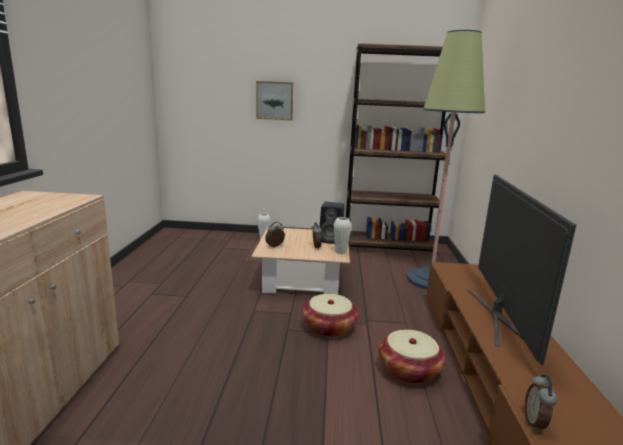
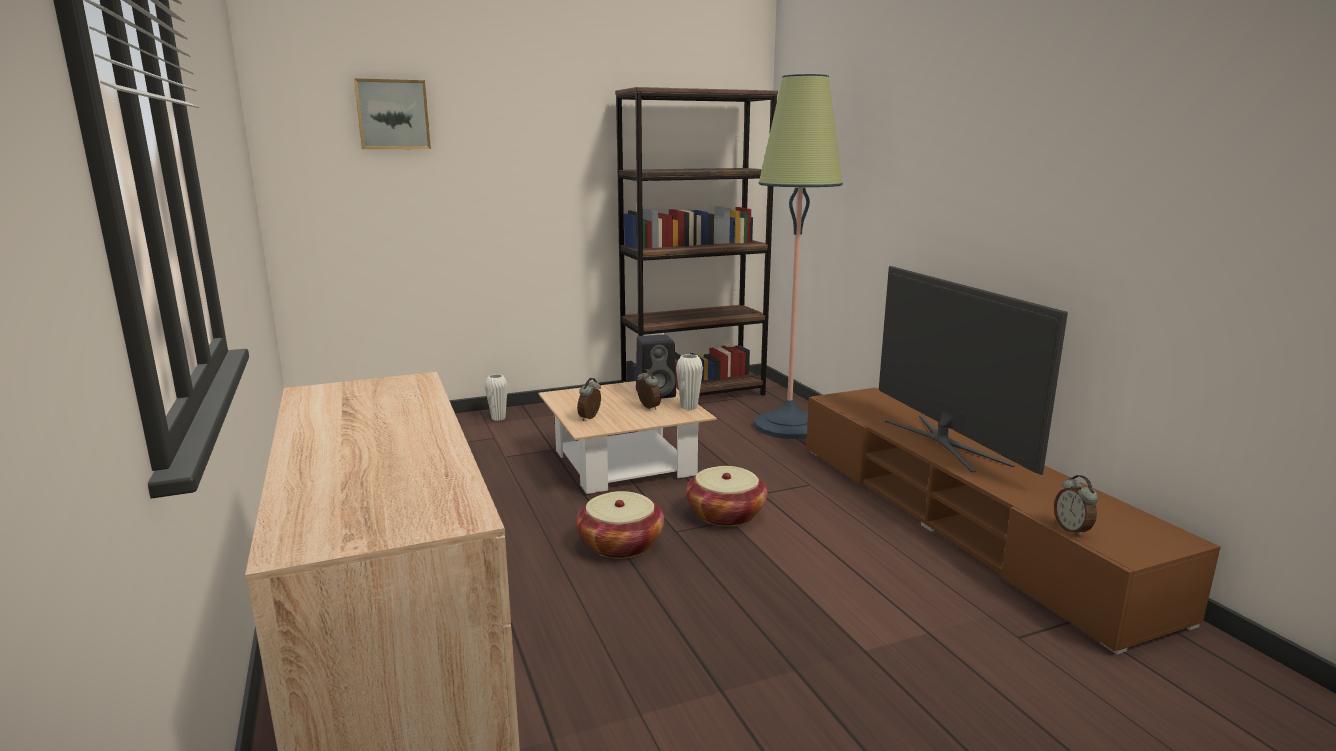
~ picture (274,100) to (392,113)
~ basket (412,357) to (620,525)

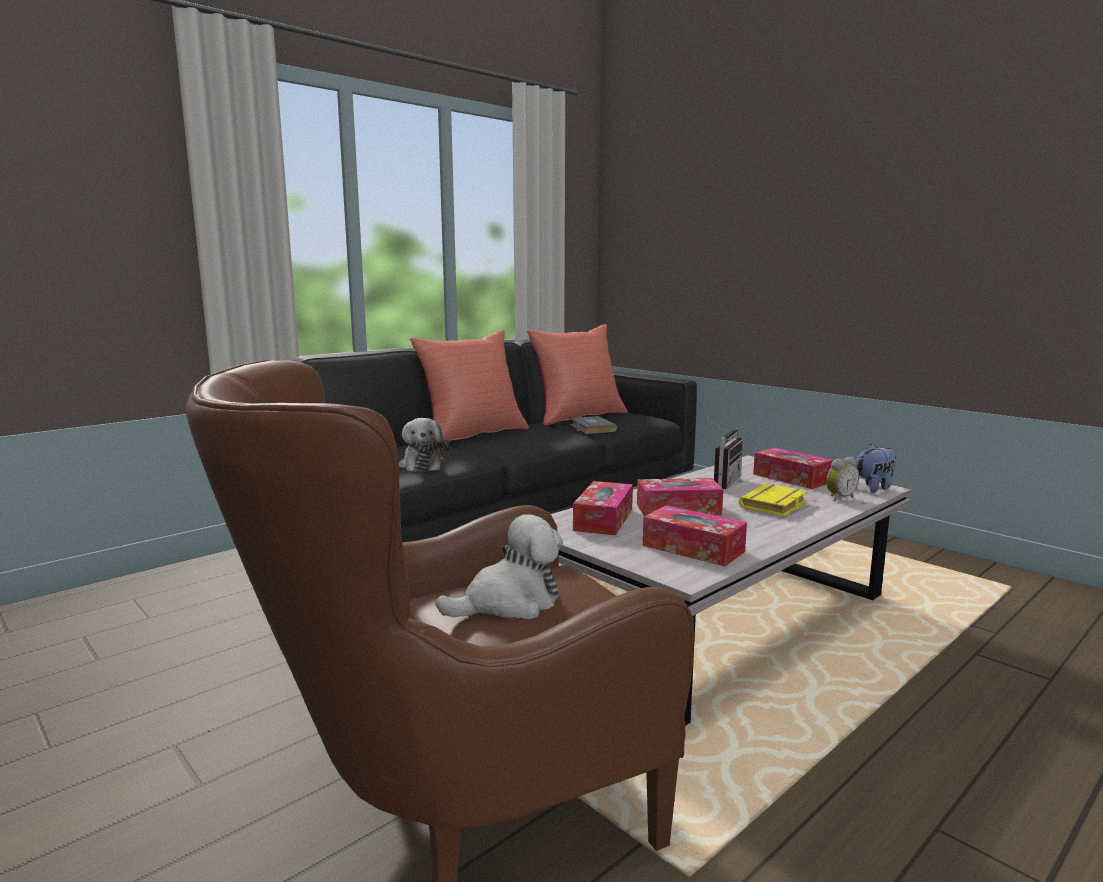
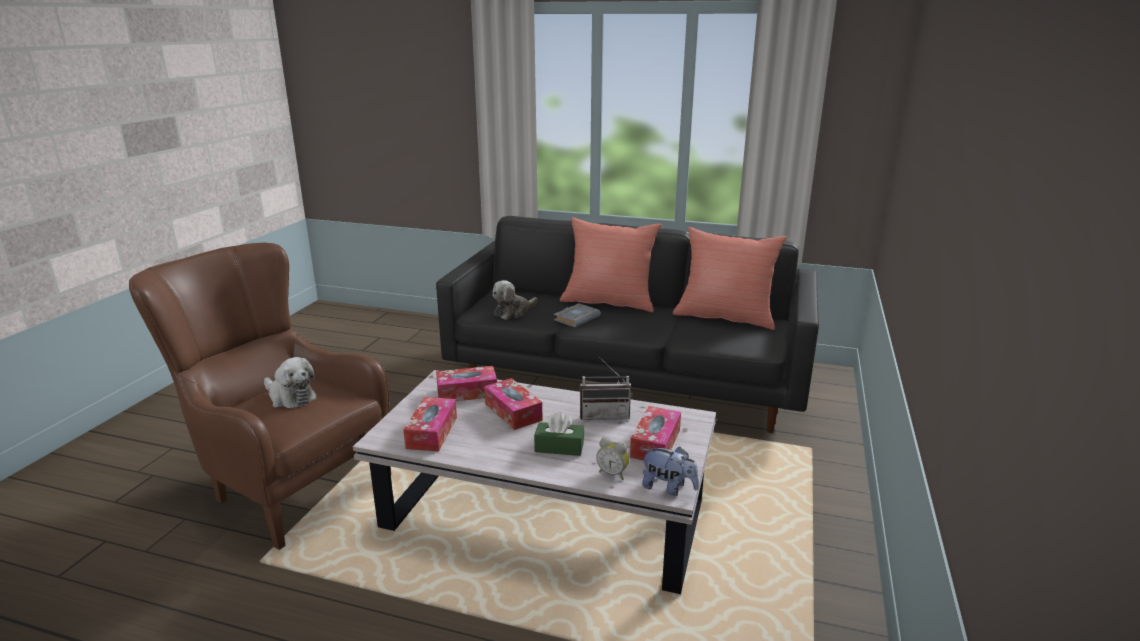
~ book (grey) (593,425) to (577,315)
~ book (yellow) (773,499) to tissue box (green) (559,434)

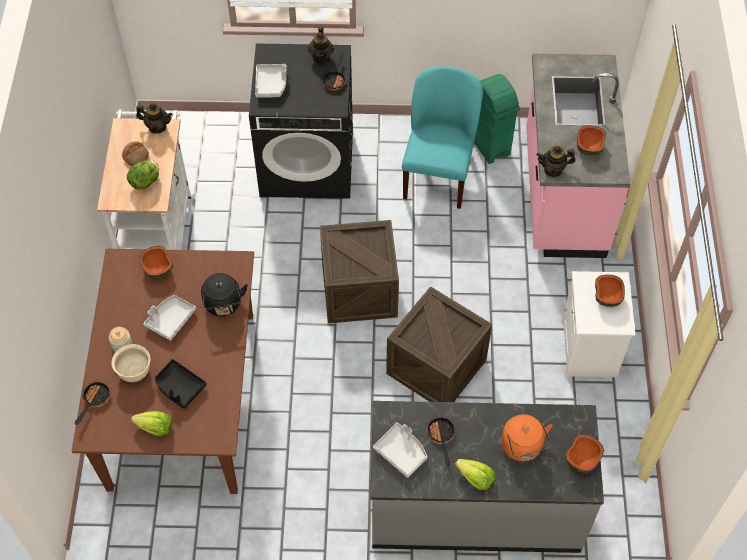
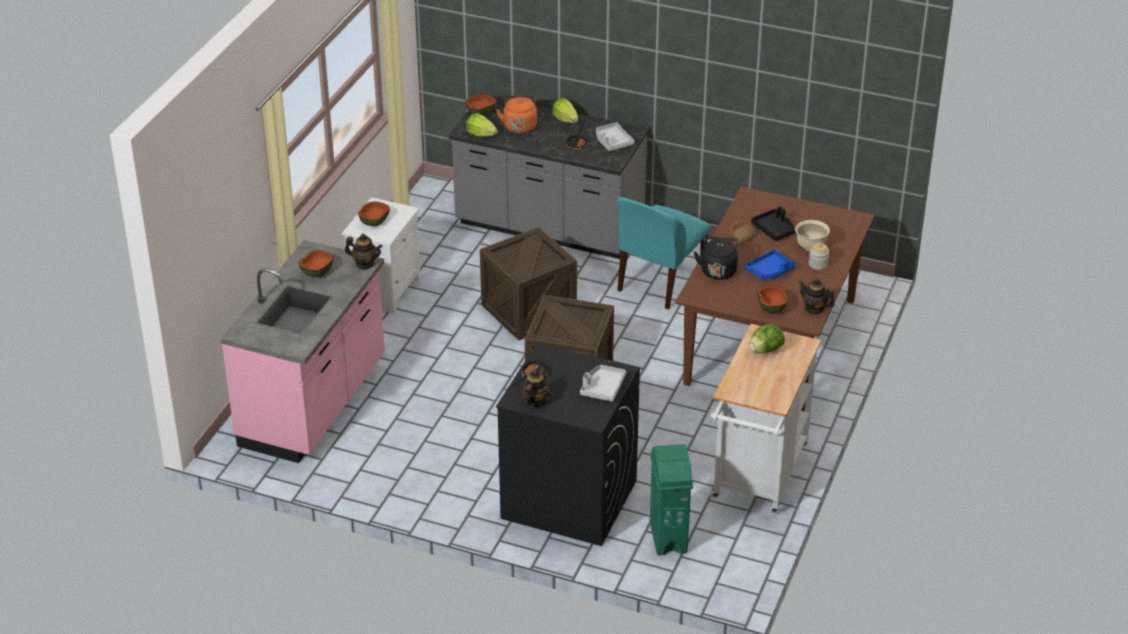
~ chair (turquoise) (442,137) to (663,253)
~ trash can (green) (497,119) to (671,499)
~ teapot (154,118) to (817,296)
~ bread (135,153) to (742,232)
~ tray (grey) (169,318) to tray (blue) (770,265)
- frying pan (92,402)
~ lettuce (151,423) to (482,125)

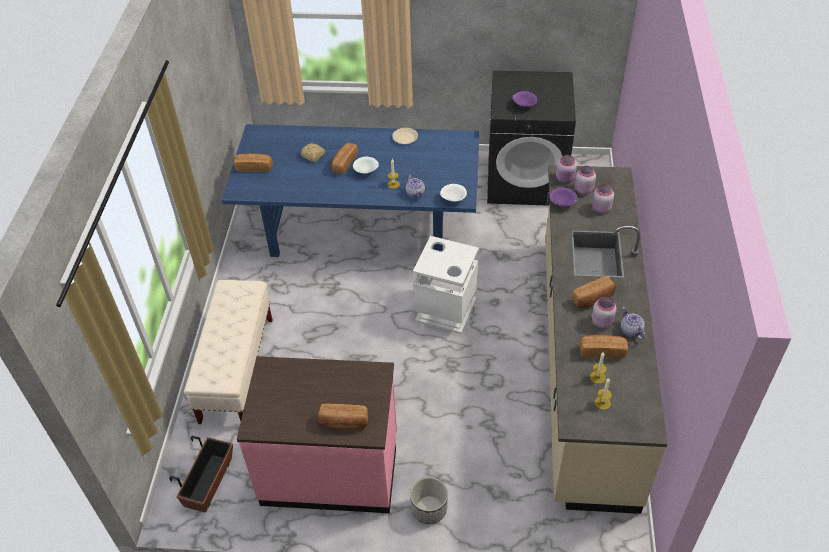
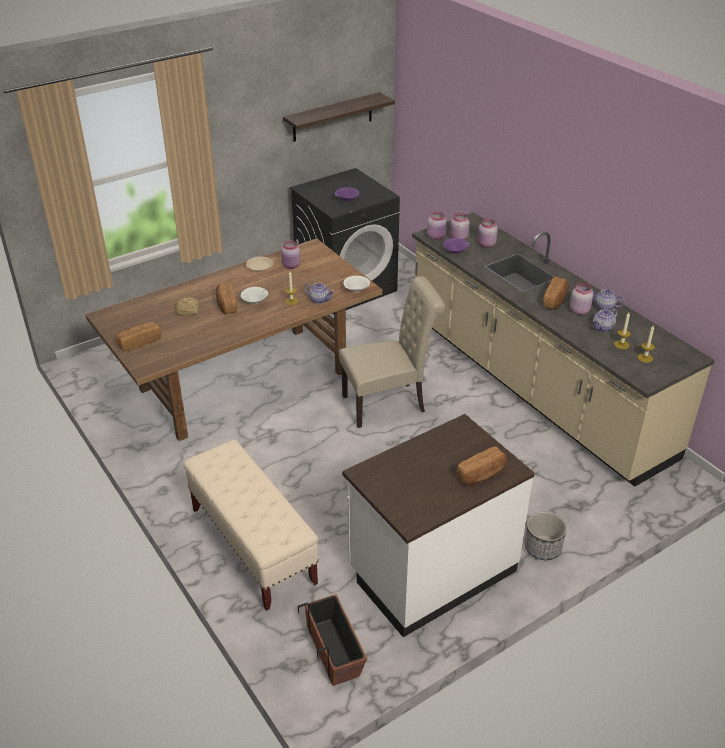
~ dining table (blue) (350,190) to dining table (brown) (234,339)
~ trash can (white) (446,285) to chair (beige) (392,352)
~ bread (603,346) to teapot (605,320)
~ counter (pink) (317,434) to counter (white) (438,525)
+ shelf (339,117)
+ jar (pink) (291,255)

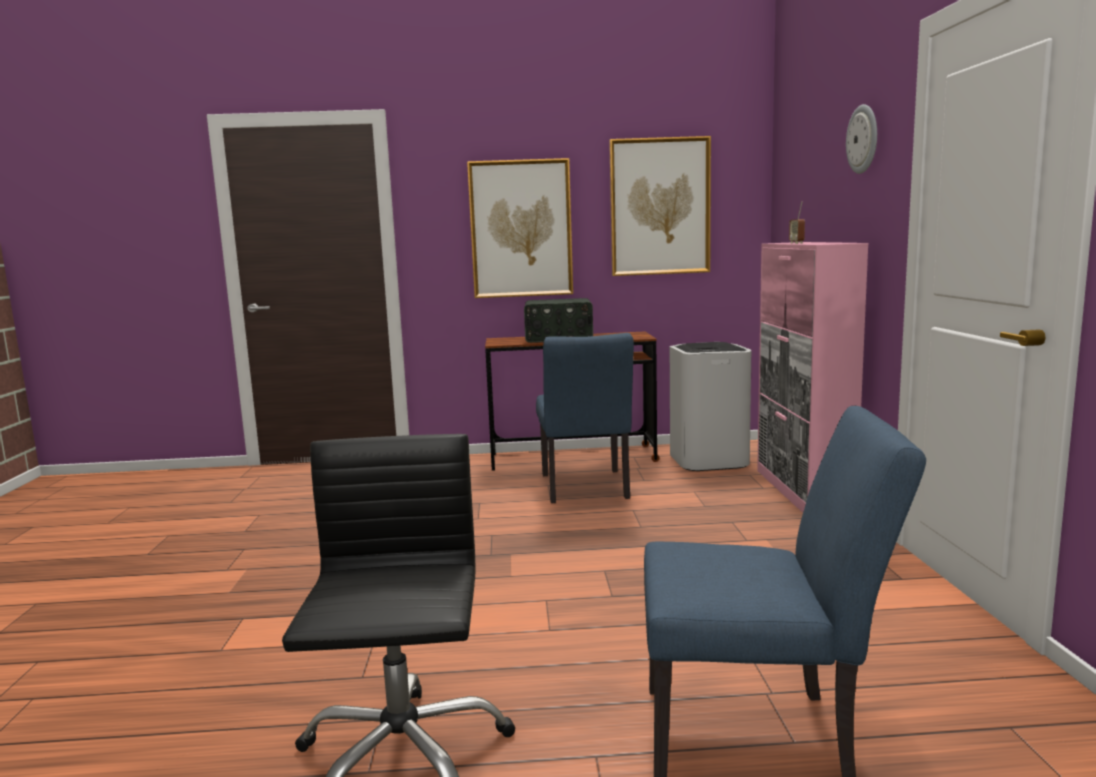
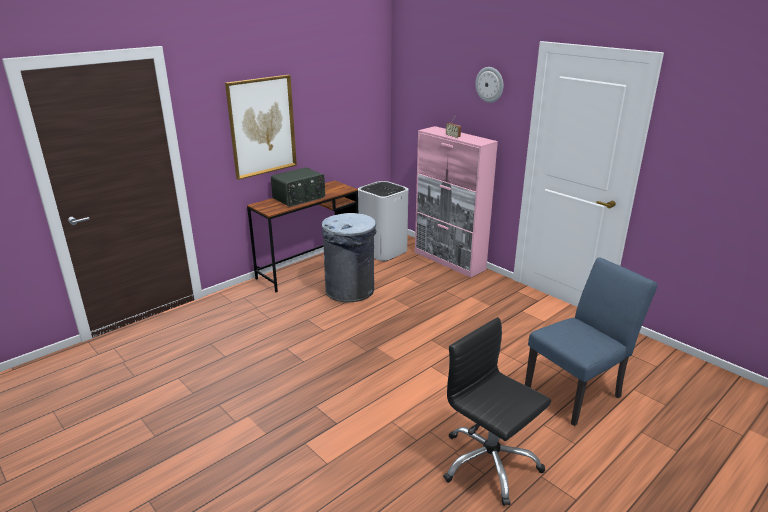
- picture (660,206)
~ chair (blue) (585,418) to trash can (grey) (349,257)

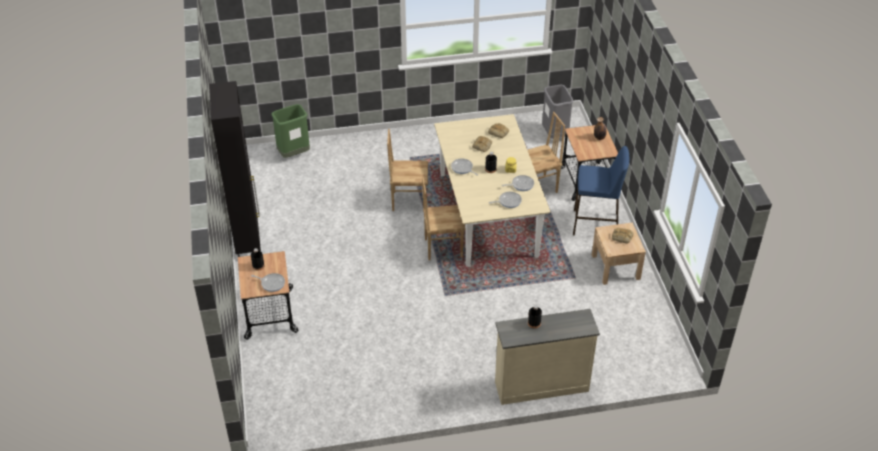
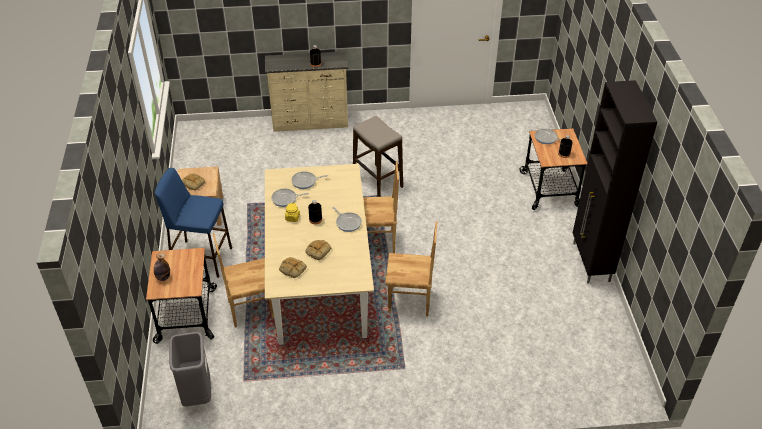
- trash can (green) (291,131)
+ stool (378,156)

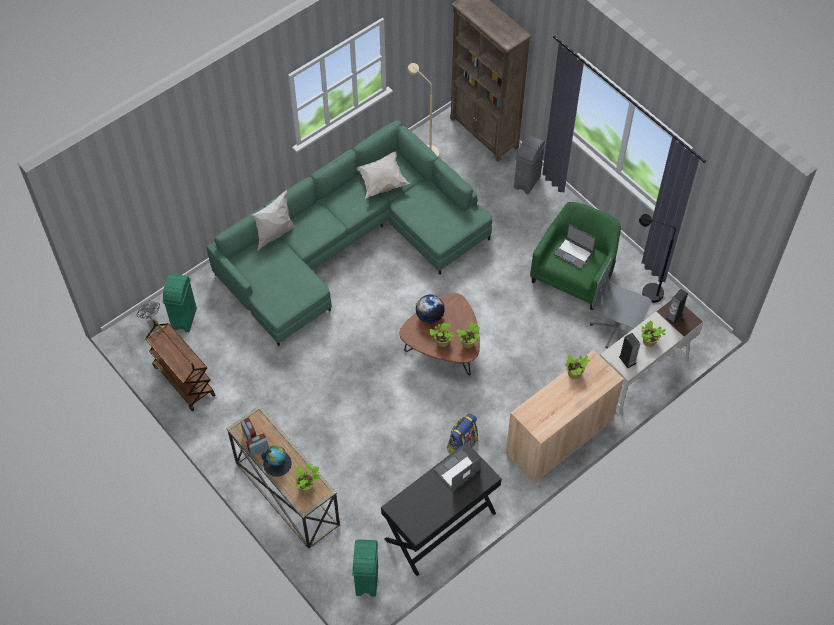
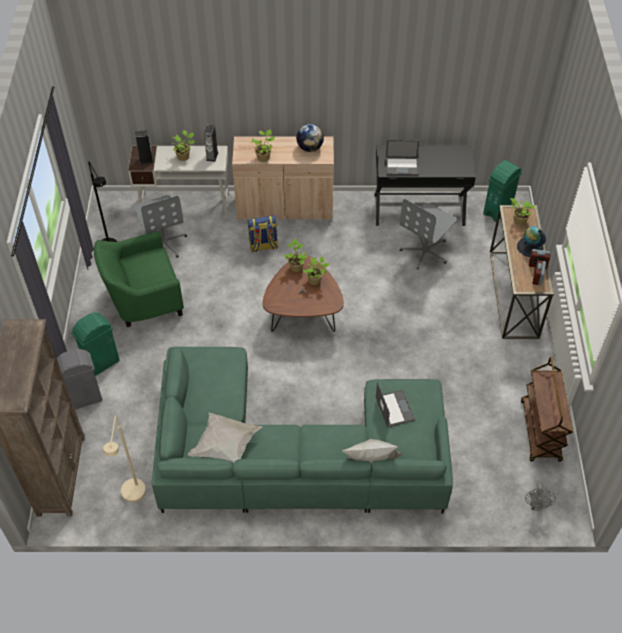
~ laptop (575,247) to (395,405)
~ trash can (green) (179,303) to (96,344)
~ globe (430,309) to (310,138)
~ backpack (462,434) to (262,233)
+ office chair (grey) (428,234)

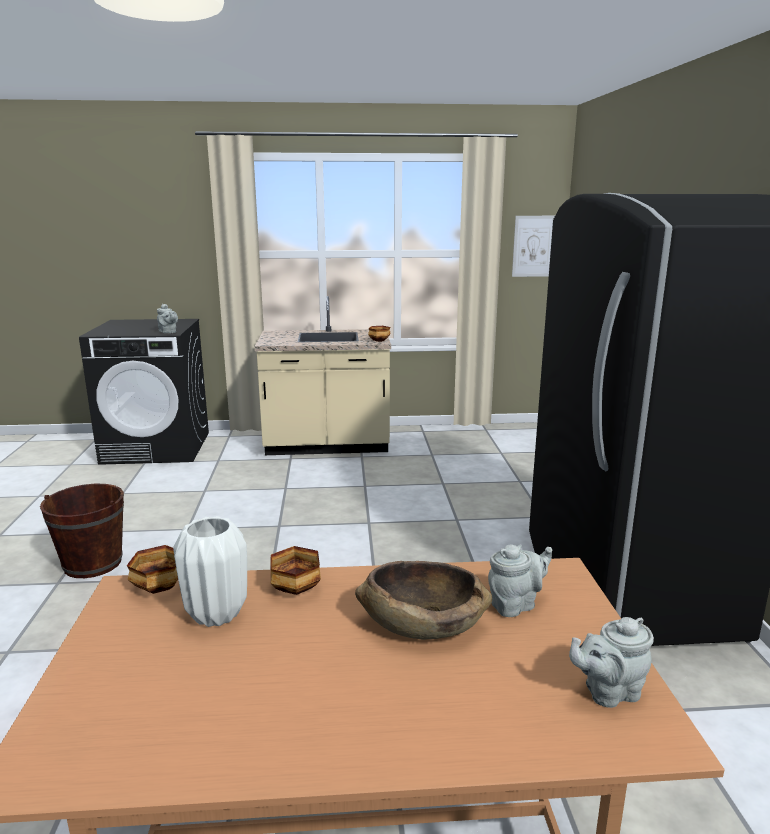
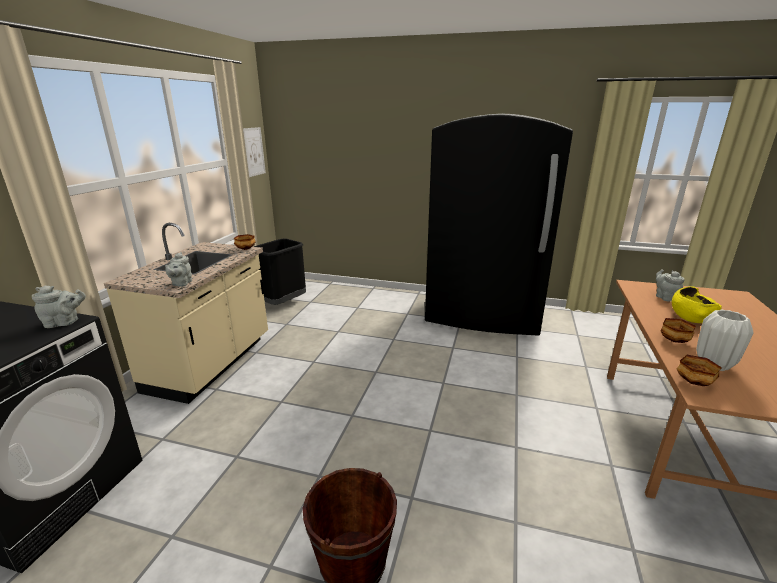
~ bowl (brown) (423,600) to bowl (yellow) (697,304)
~ teapot (grey) (611,662) to (178,269)
+ trash can (black) (280,271)

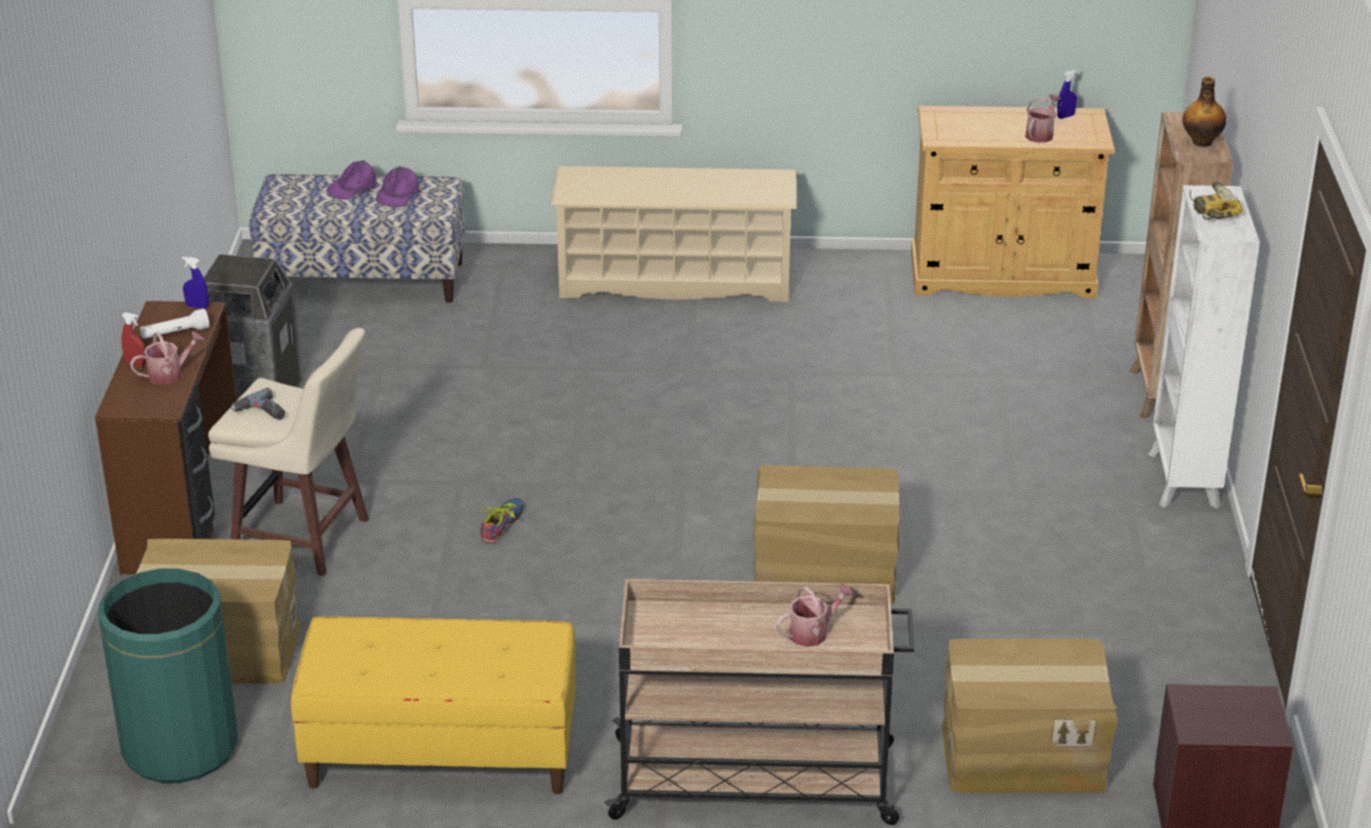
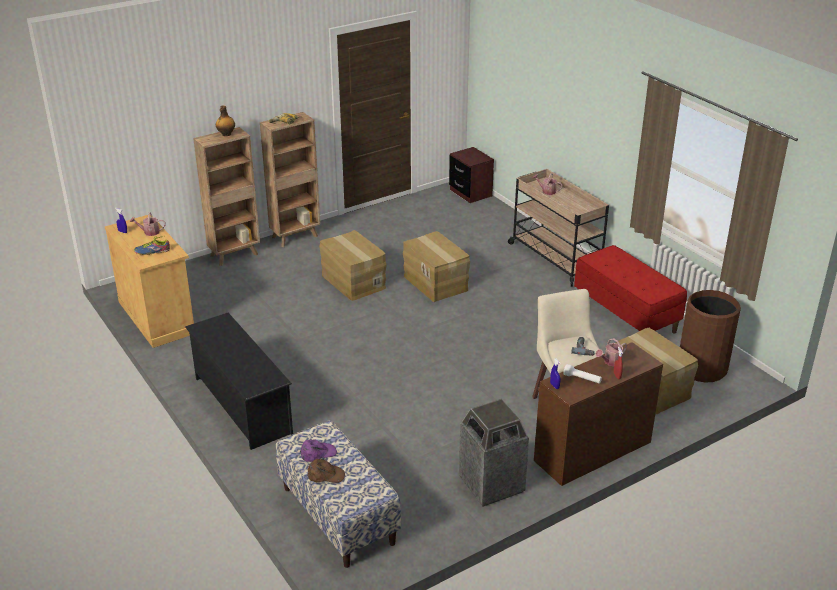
~ cap (purple) (351,180) to cap (brown) (326,471)
~ shoe rack (beige) (673,234) to shoe rack (black) (239,381)
~ bookcase (white) (1204,346) to bookcase (brown) (290,179)
~ watering can (167,358) = (611,352) 60 degrees counterclockwise
~ shoe (502,520) to (152,245)
~ trash can (green) (168,676) to trash can (brown) (710,336)
~ bench (yellow) (433,705) to bench (red) (630,289)
~ cardboard box (1030,716) to (352,265)

